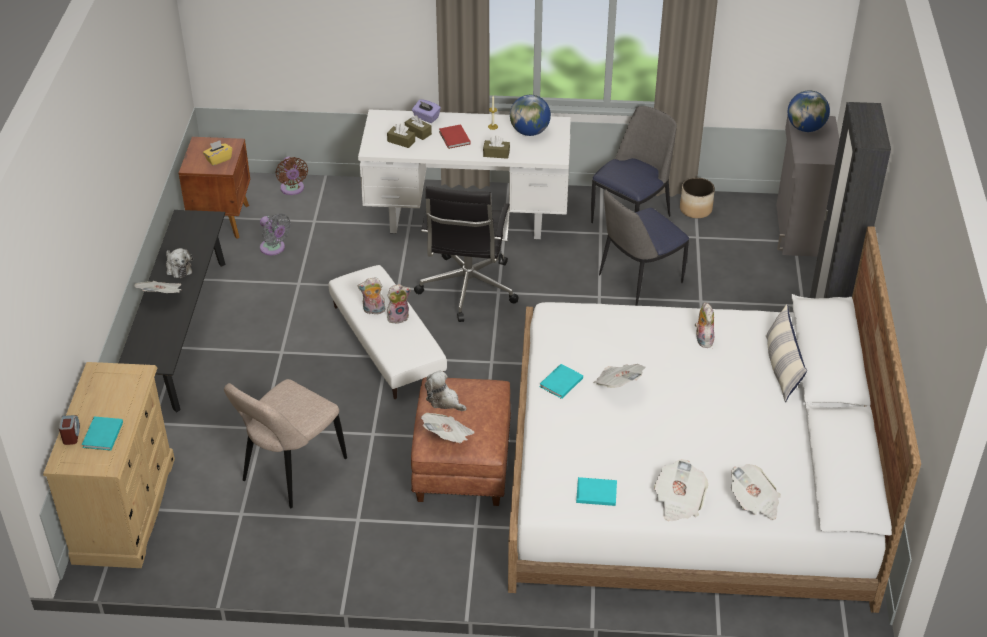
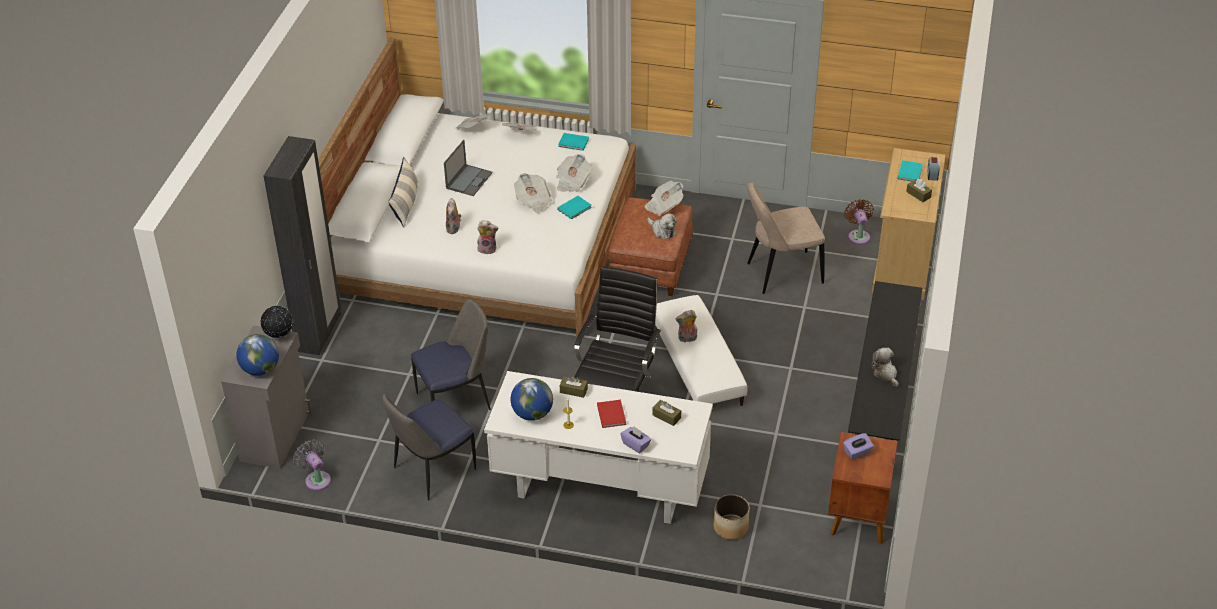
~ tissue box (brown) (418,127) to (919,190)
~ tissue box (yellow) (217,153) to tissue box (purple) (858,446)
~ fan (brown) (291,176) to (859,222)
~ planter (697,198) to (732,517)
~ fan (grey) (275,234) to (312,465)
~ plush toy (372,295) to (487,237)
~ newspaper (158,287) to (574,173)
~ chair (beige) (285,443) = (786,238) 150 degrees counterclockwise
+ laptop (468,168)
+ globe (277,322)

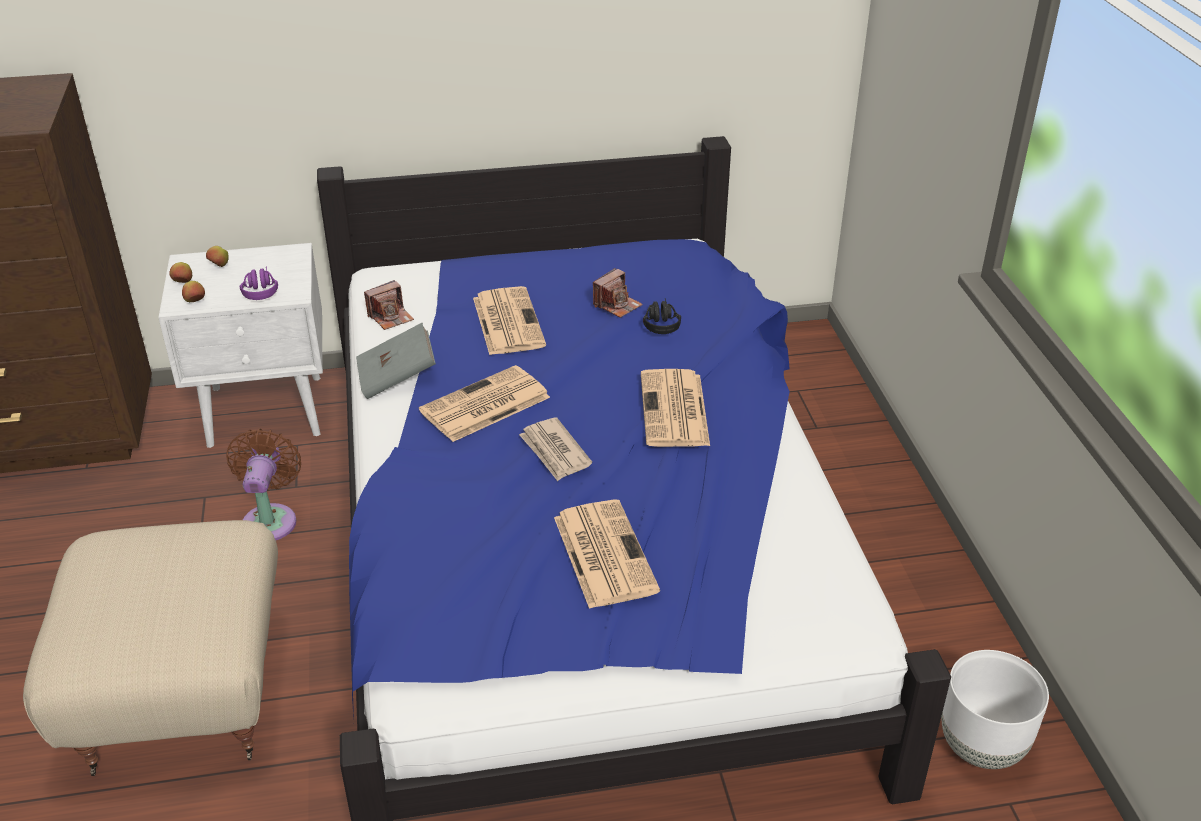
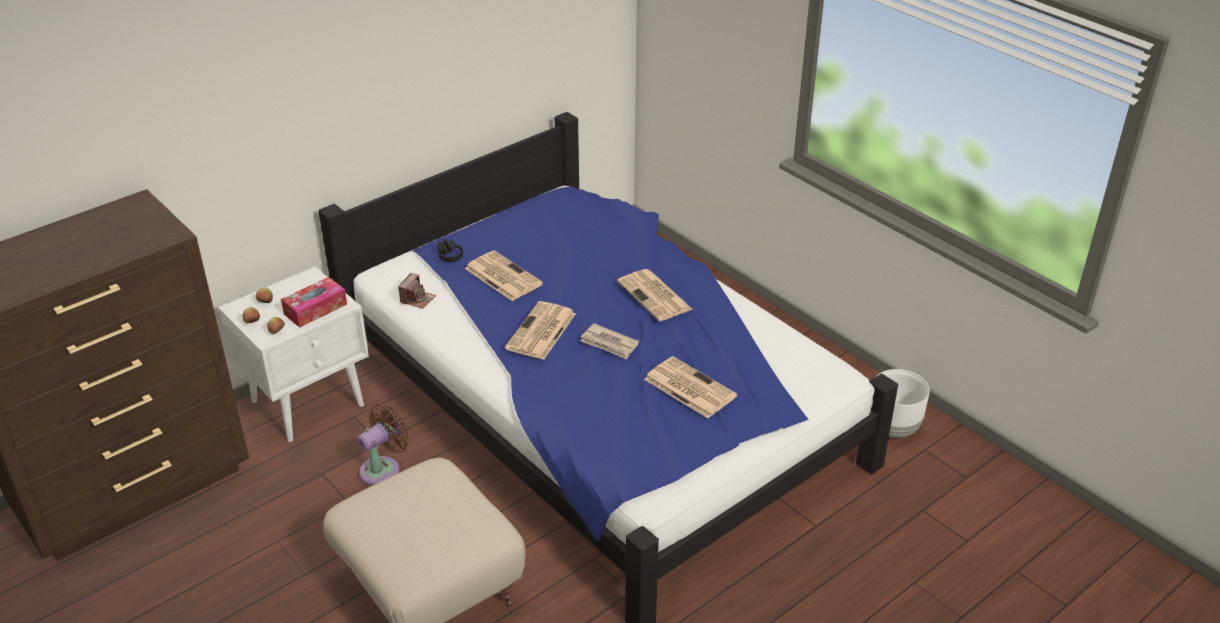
~ headphones (purple) (259,283) to tissue box (314,302)
- photo camera (618,293)
~ headphones (black) (662,316) to (450,250)
- book (grey) (396,361)
~ fan (brown) (263,484) = (383,444) 75 degrees clockwise

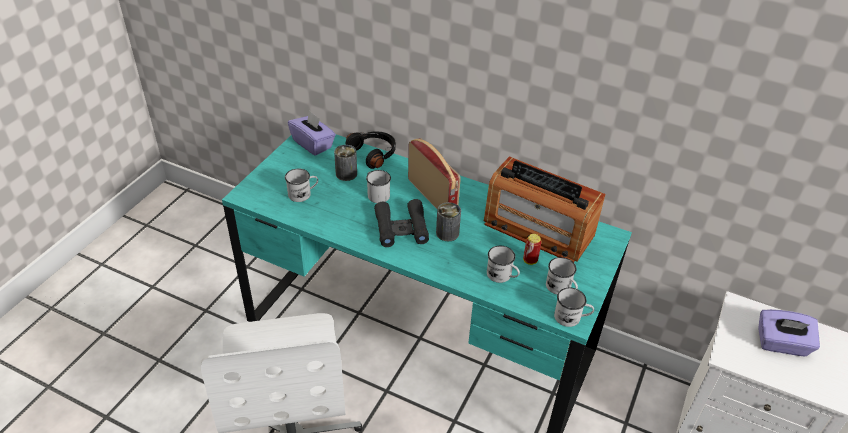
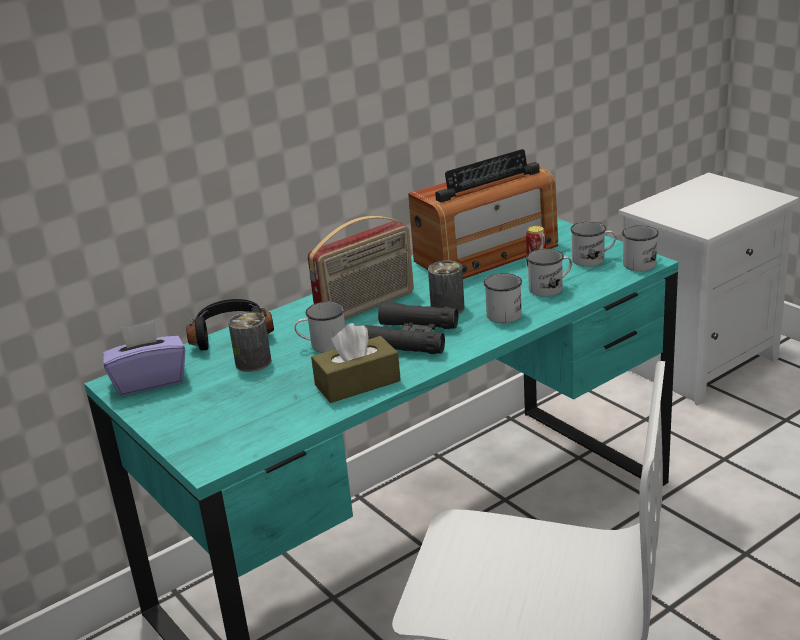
~ radio (434,173) = (361,267) 150 degrees clockwise
~ mug (white) (301,185) to (503,298)
- tissue box (purple) (789,332)
+ tissue box (brown) (356,363)

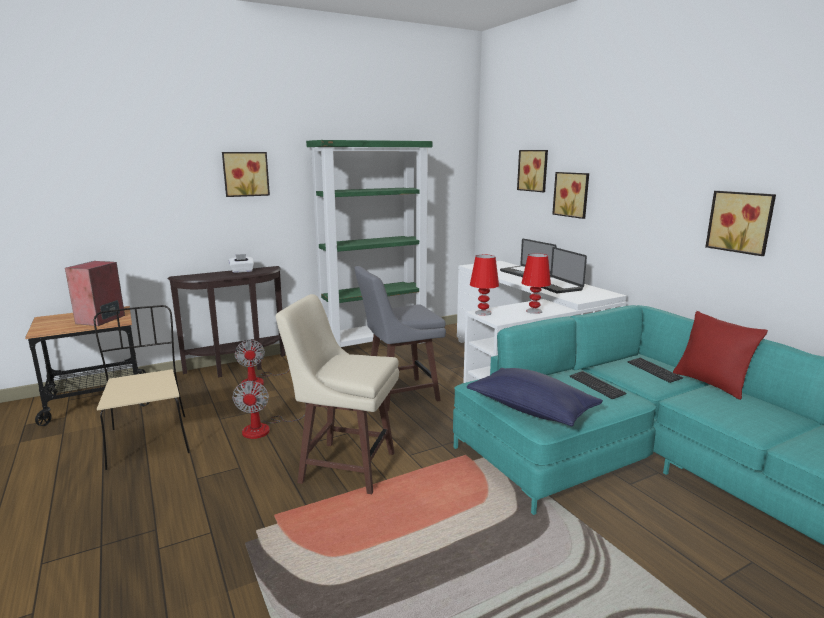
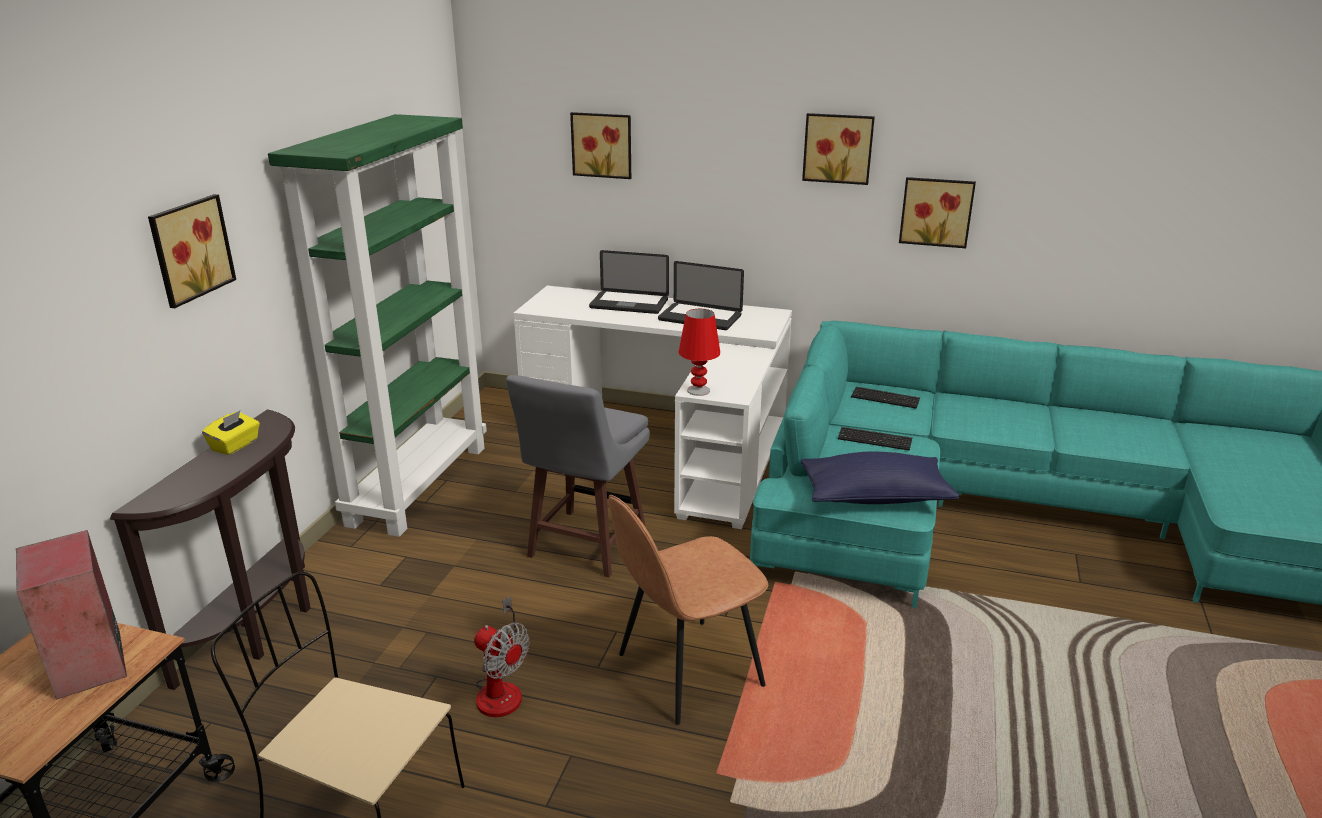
~ picture (570,195) to (838,149)
- table lamp (red) (536,283)
~ tissue box (white) (241,263) to tissue box (yellow) (231,433)
~ stool (beige) (337,394) to chair (brown) (688,610)
- pillow (red) (720,355)
- fan (262,364)

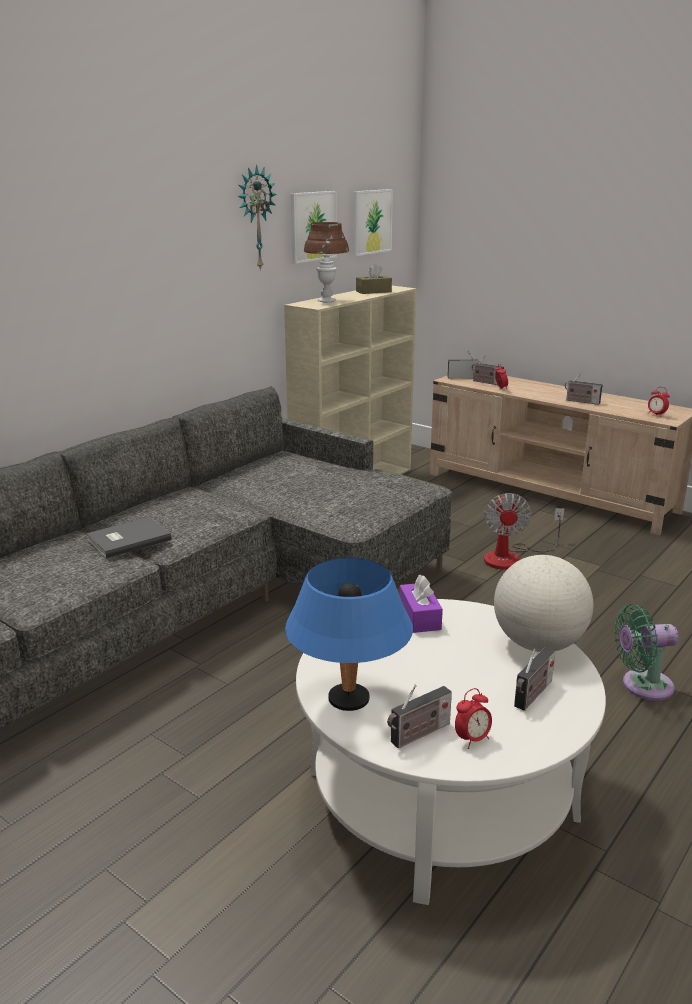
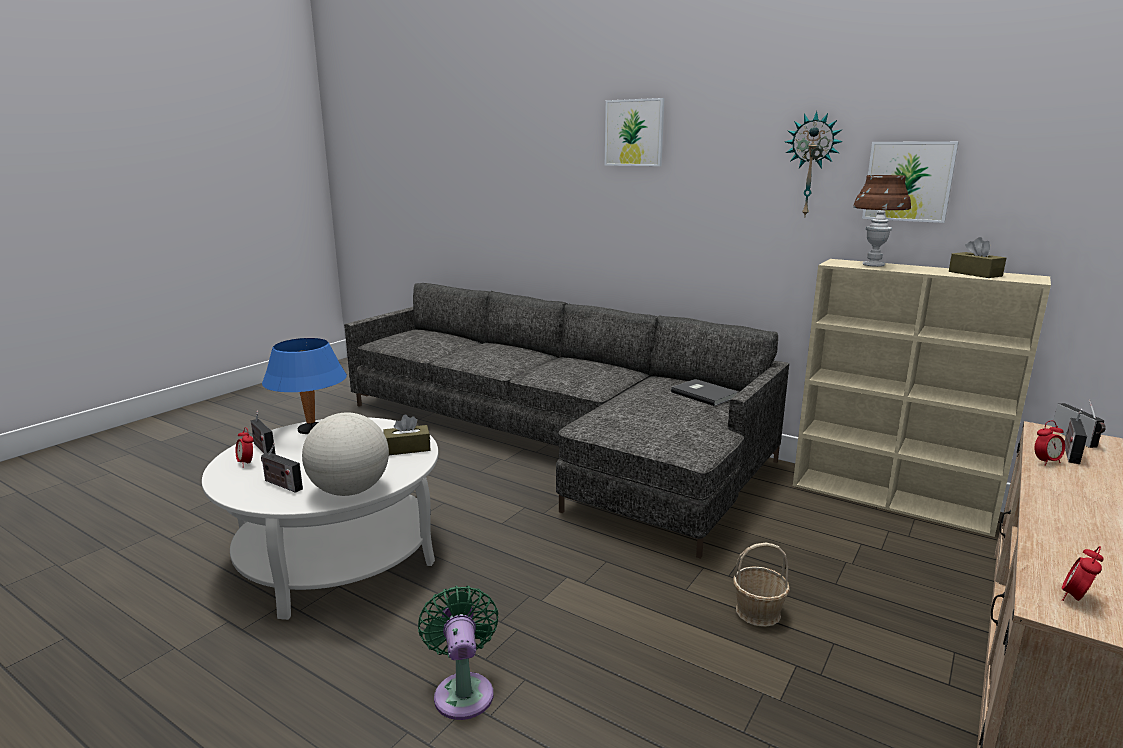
~ picture (373,222) to (634,132)
- radio (584,388)
~ fan (524,531) to basket (761,585)
~ book (grey) (129,537) to (704,392)
~ tissue box (purple) (421,604) to tissue box (brown) (406,435)

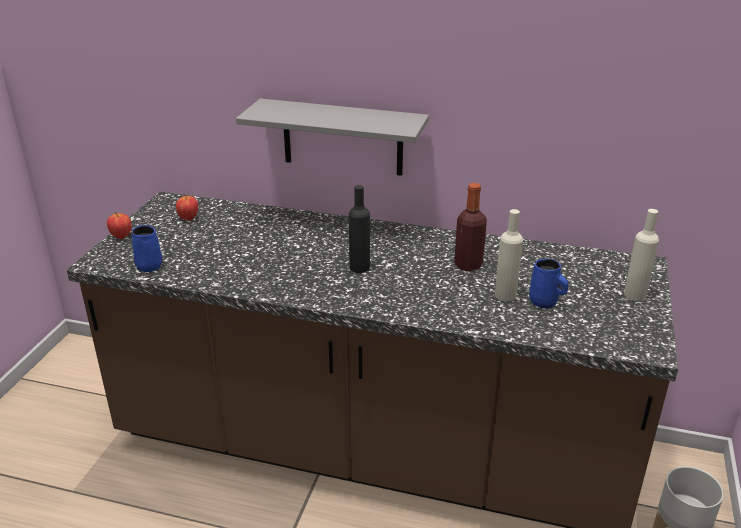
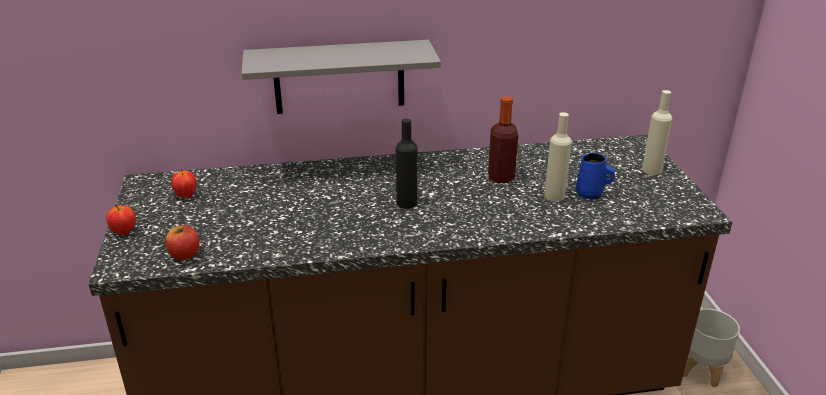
~ mug (blue) (146,248) to apple (182,242)

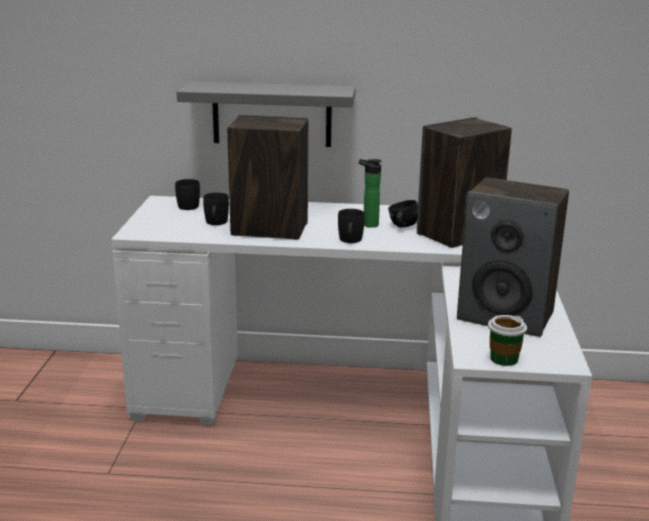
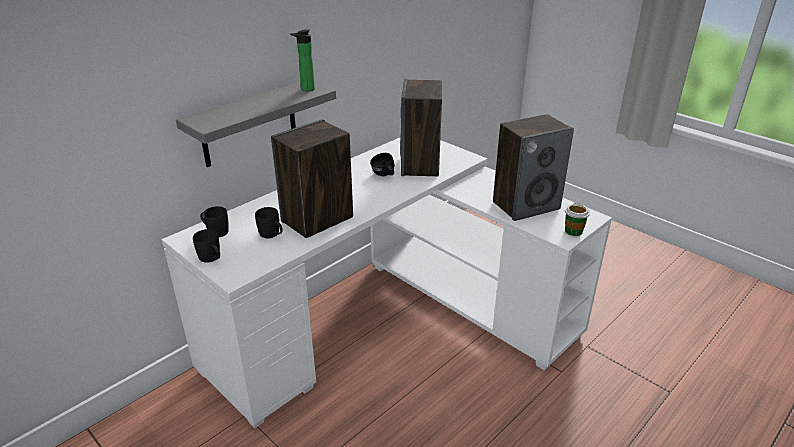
~ bottle (370,193) to (302,60)
~ mug (black) (351,226) to (206,246)

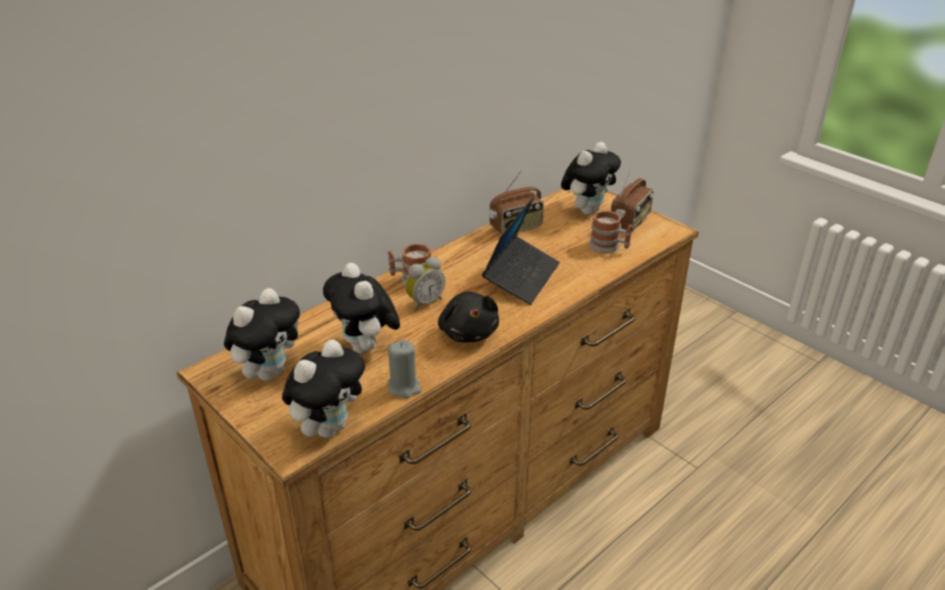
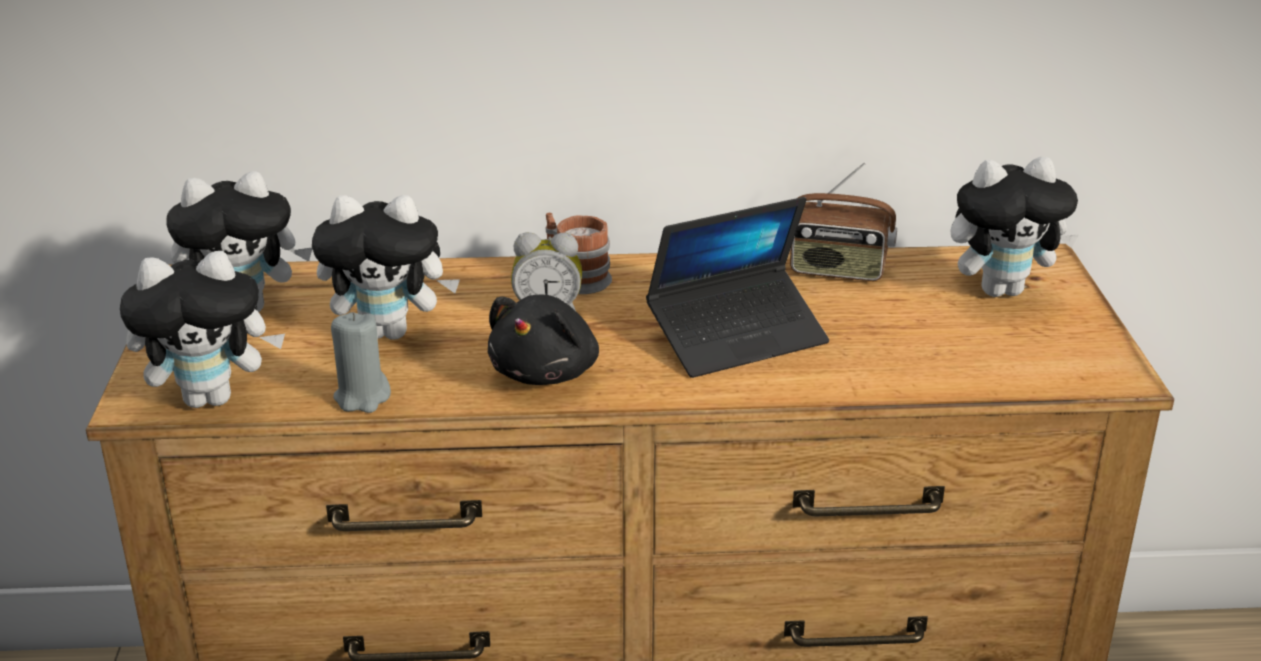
- radio (632,198)
- mug (611,232)
~ plush toy (361,308) = (386,267) 105 degrees counterclockwise

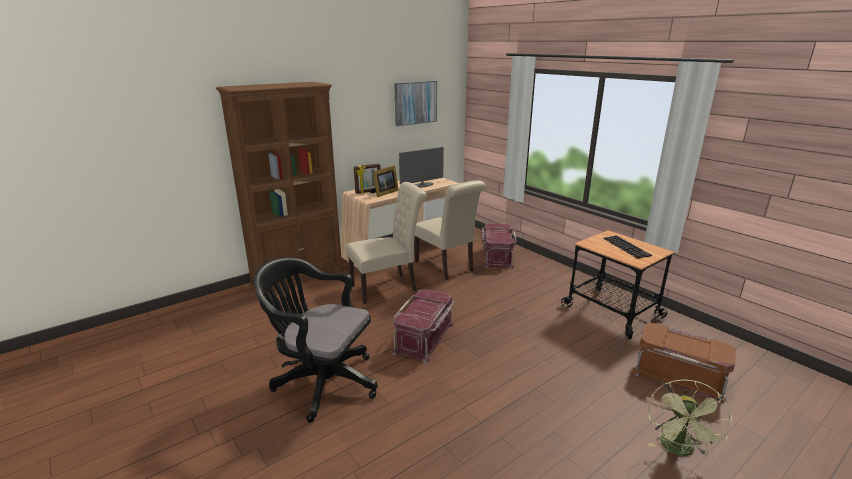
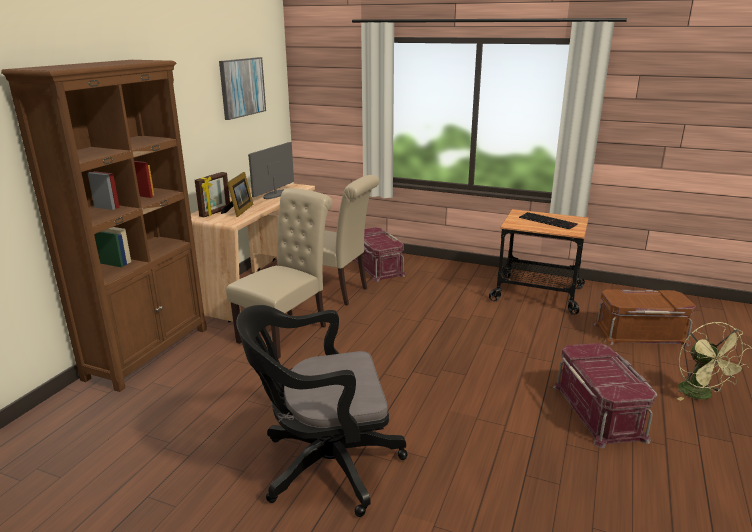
~ storage box (red) (423,326) to (605,395)

